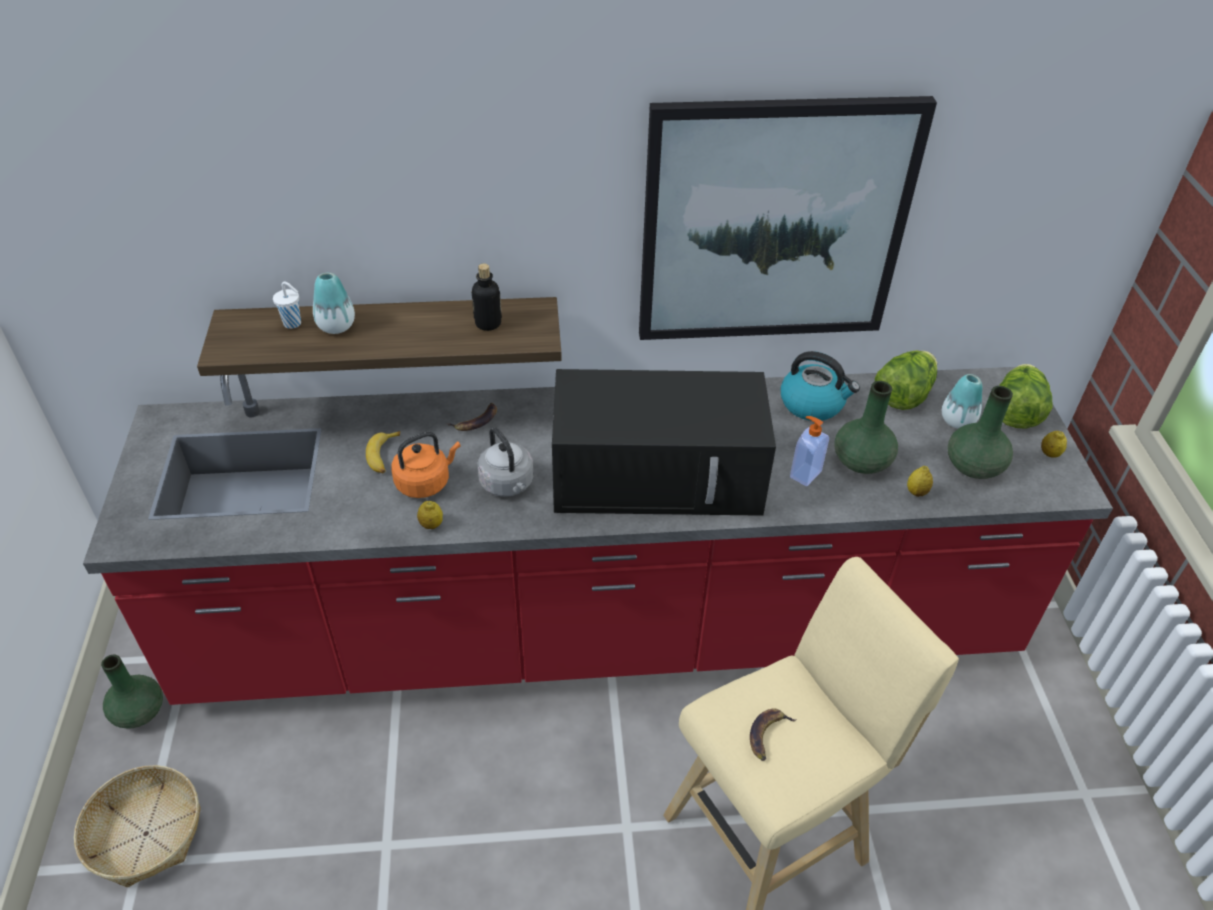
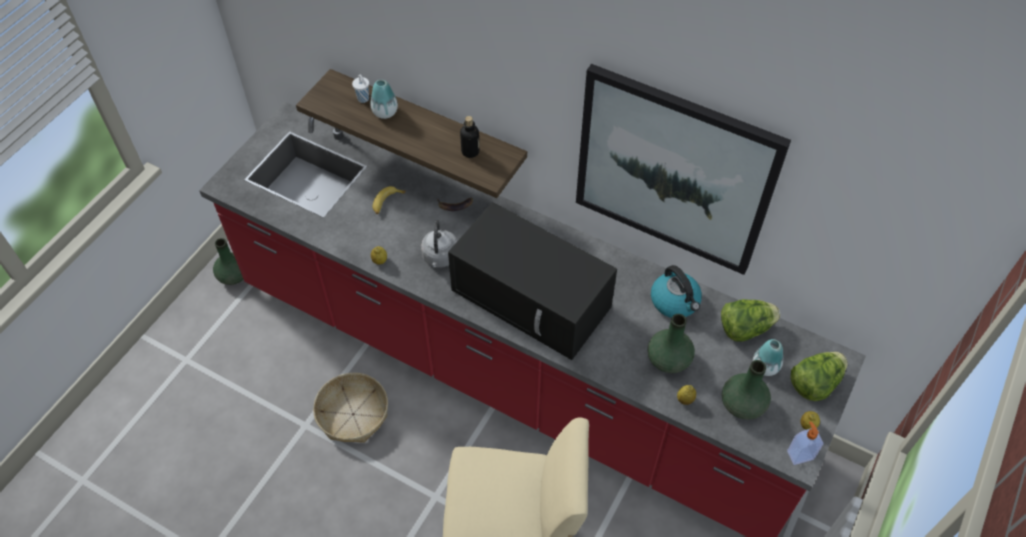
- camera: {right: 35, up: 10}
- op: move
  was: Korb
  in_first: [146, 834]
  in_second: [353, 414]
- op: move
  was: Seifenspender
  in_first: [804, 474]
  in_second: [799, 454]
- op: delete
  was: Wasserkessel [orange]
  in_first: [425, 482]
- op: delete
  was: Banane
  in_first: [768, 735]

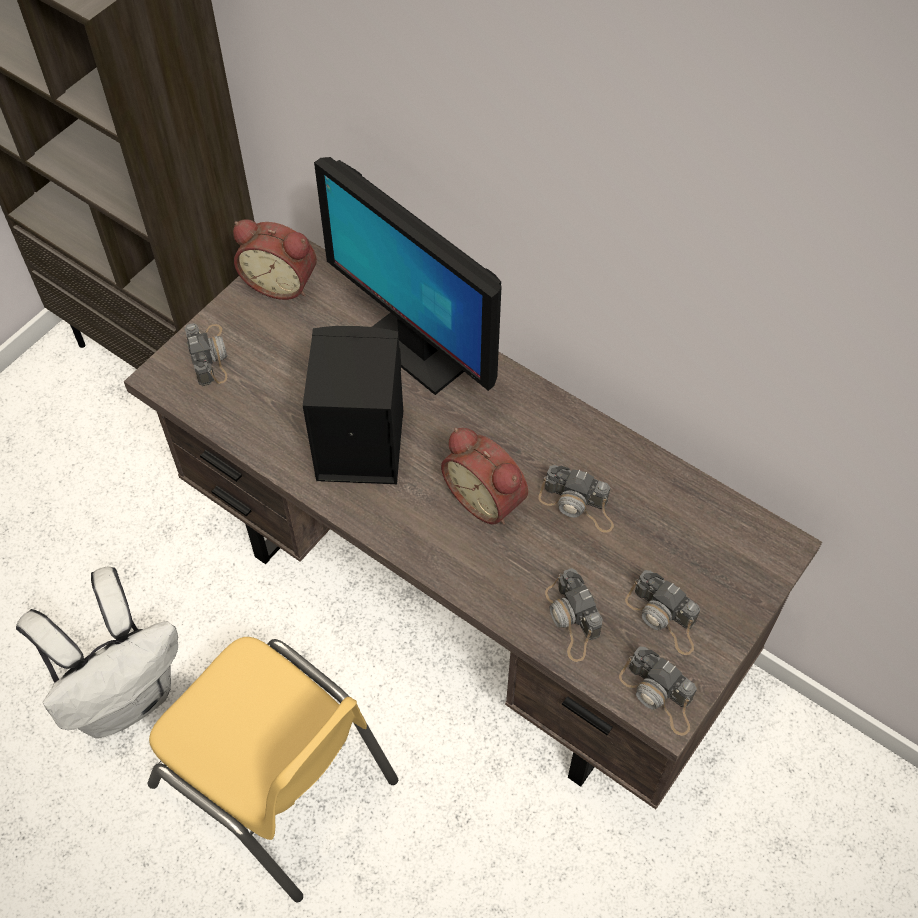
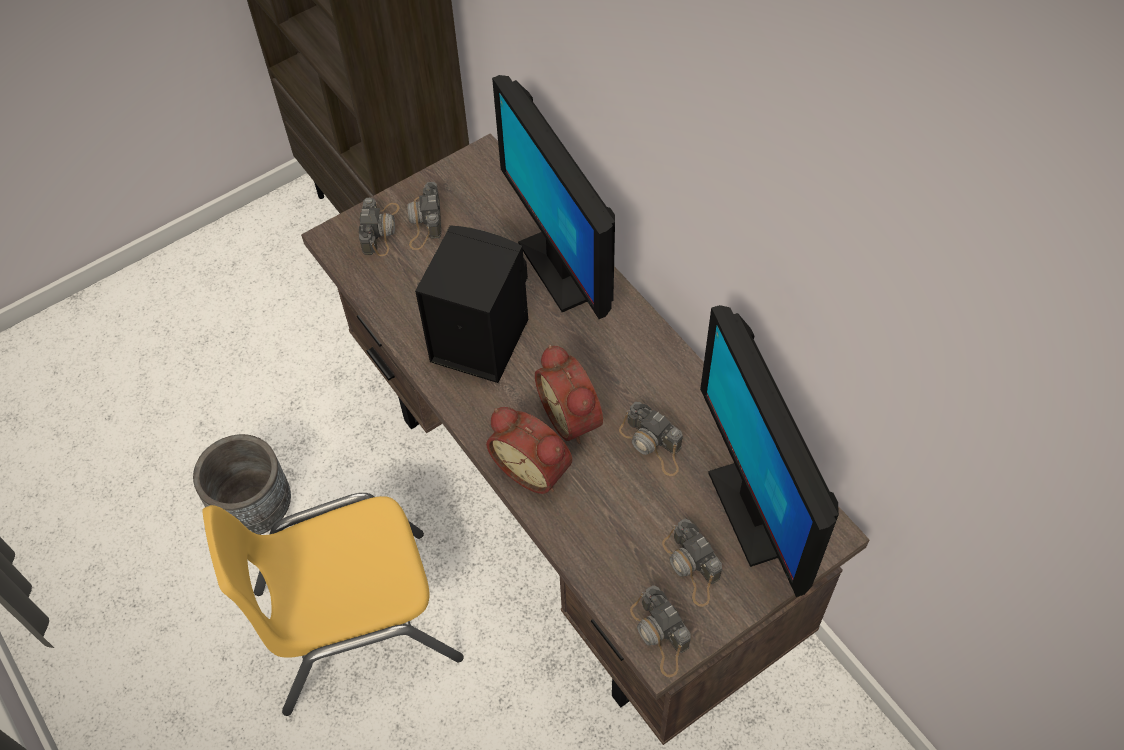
- camera: {right: 20, up: 0}
- op: replace
  was: Rucksack [weiß]
  now: Pflanzkübel [grau]
  in_first: [125, 695]
  in_second: [255, 510]
- op: rotate
  was: Stuhl [gelb]
  in_first: [276, 782]
  in_second: [355, 622]
  clockwise: 105
- op: move
  was: Kamera
  in_first: [572, 620]
  in_second: [424, 222]
- op: move
  was: Wecker
  in_first: [281, 282]
  in_second: [534, 467]
- op: insert
  now: Monitor
  in_second: [755, 509]

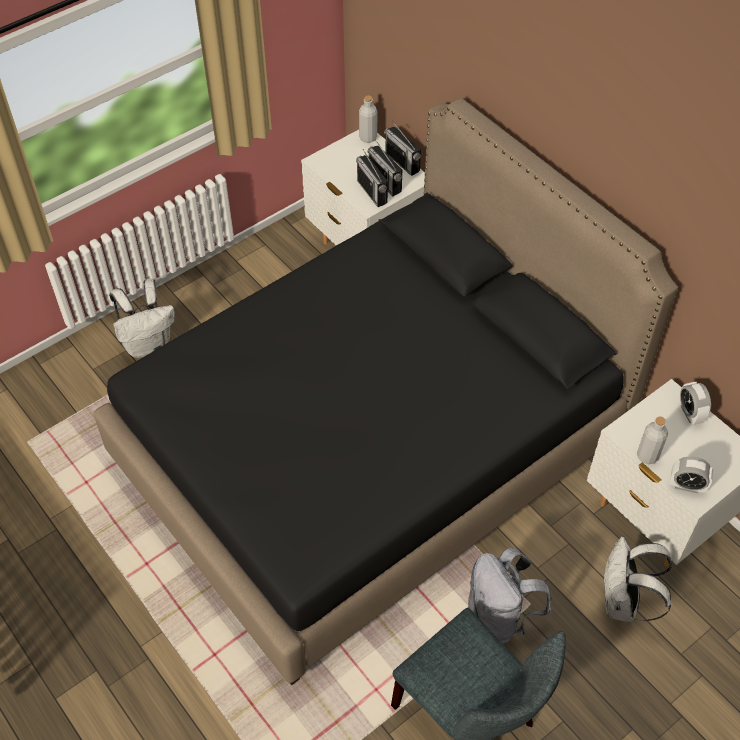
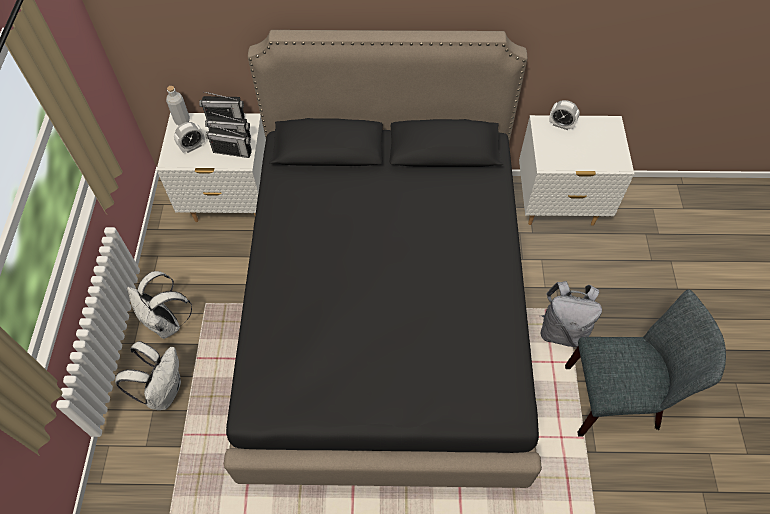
- camera: {right: -50, up: 5}
- op: move
  was: Rucksack [weiß]
  in_first: [623, 603]
  in_second: [167, 323]
- op: move
  was: Wecker
  in_first: [686, 486]
  in_second: [192, 146]
- op: delete
  was: Flasche [grau]
  in_first: [647, 455]

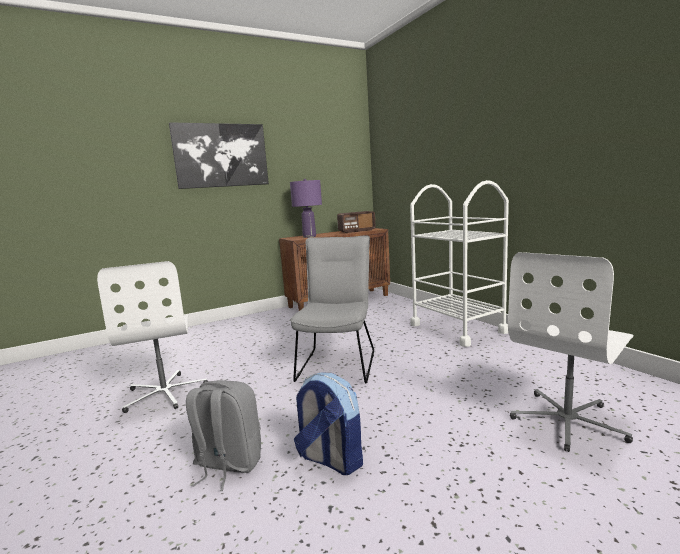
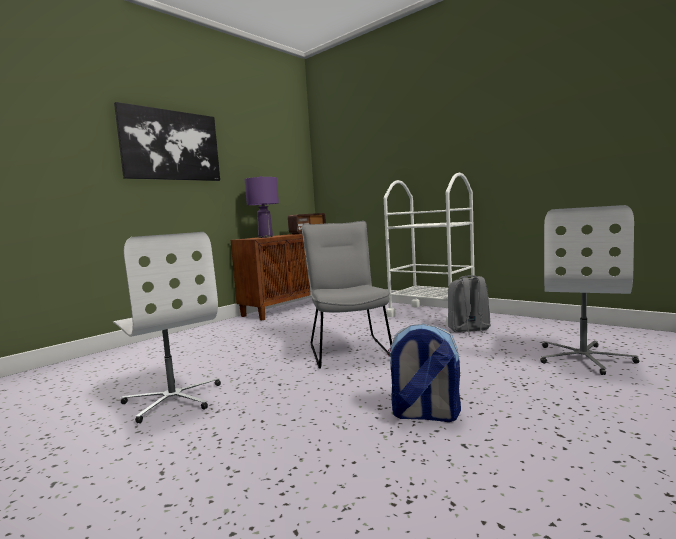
- camera: {right: -20, up: -5}
- op: move
  was: Rucksack [grau]
  in_first: [227, 465]
  in_second: [469, 330]

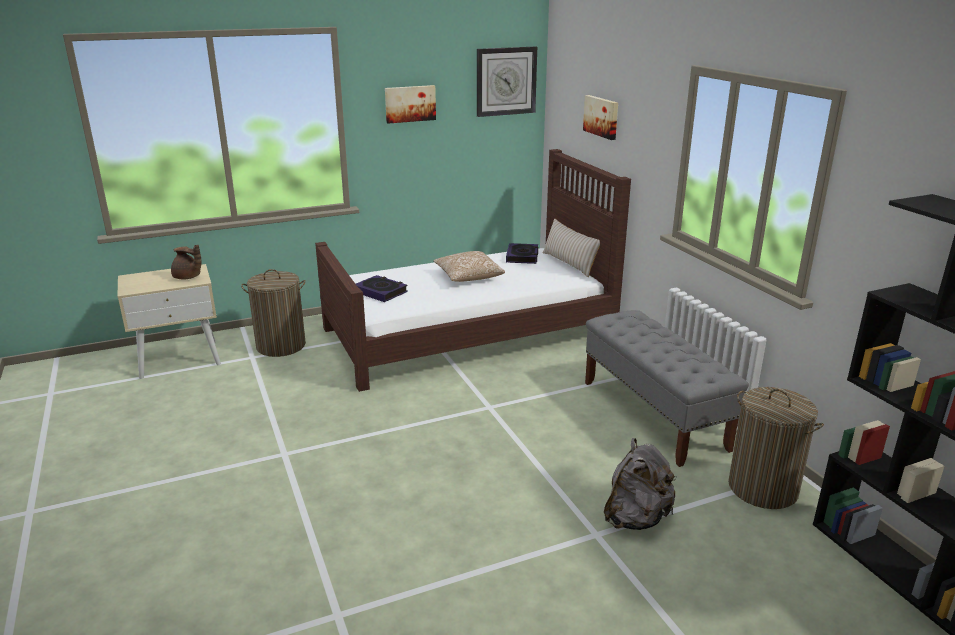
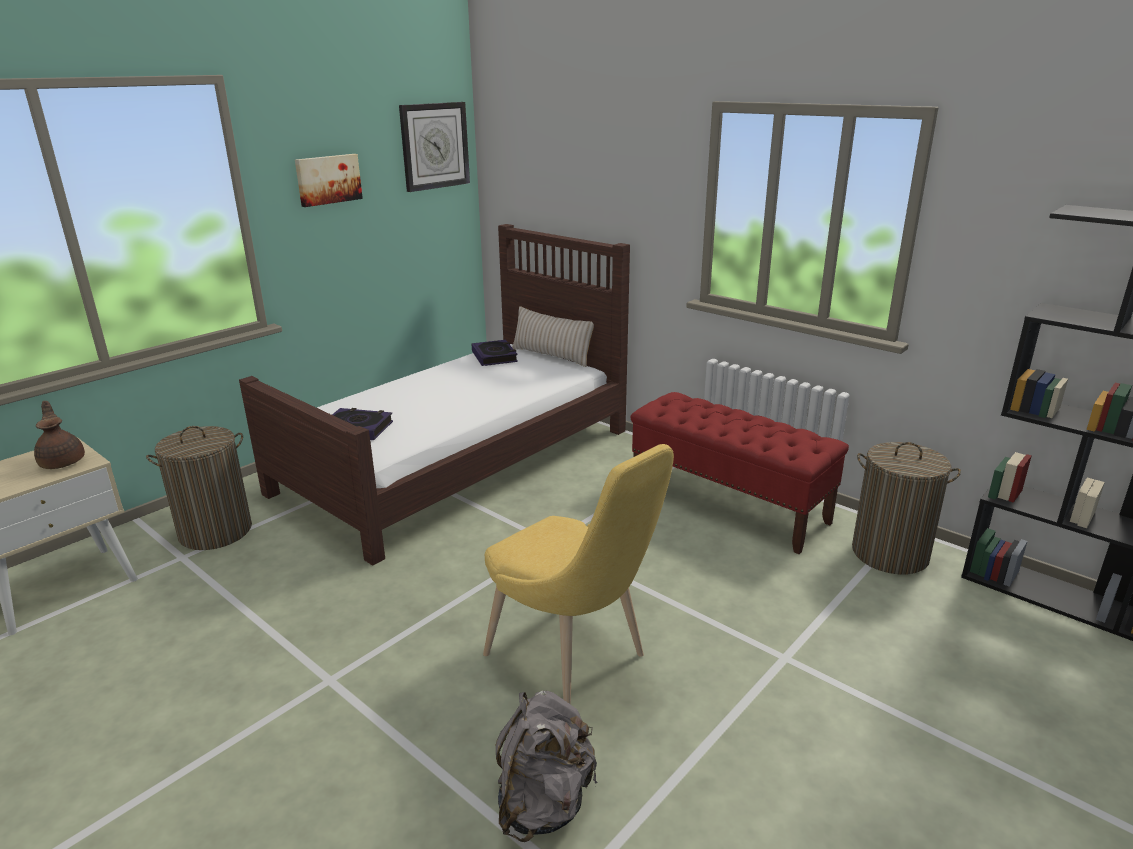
- camera: {right: -25, up: 0}
- op: rotate
  was: Teekanne [braun]
  in_first: [188, 277]
  in_second: [63, 461]
  clockwise: -120
- op: insert
  now: Stuhl [gelb]
  in_second: [573, 659]
- op: move
  was: Rucksack [grau]
  in_first: [636, 518]
  in_second: [544, 804]
- op: recolor
  was: Bank [grau]
  now: Bank [rot]
  in_first: [653, 415]
  in_second: [728, 504]
- op: delete
  was: Kissen
  in_first: [468, 277]
- op: delete
  was: Bild
  in_first: [602, 116]

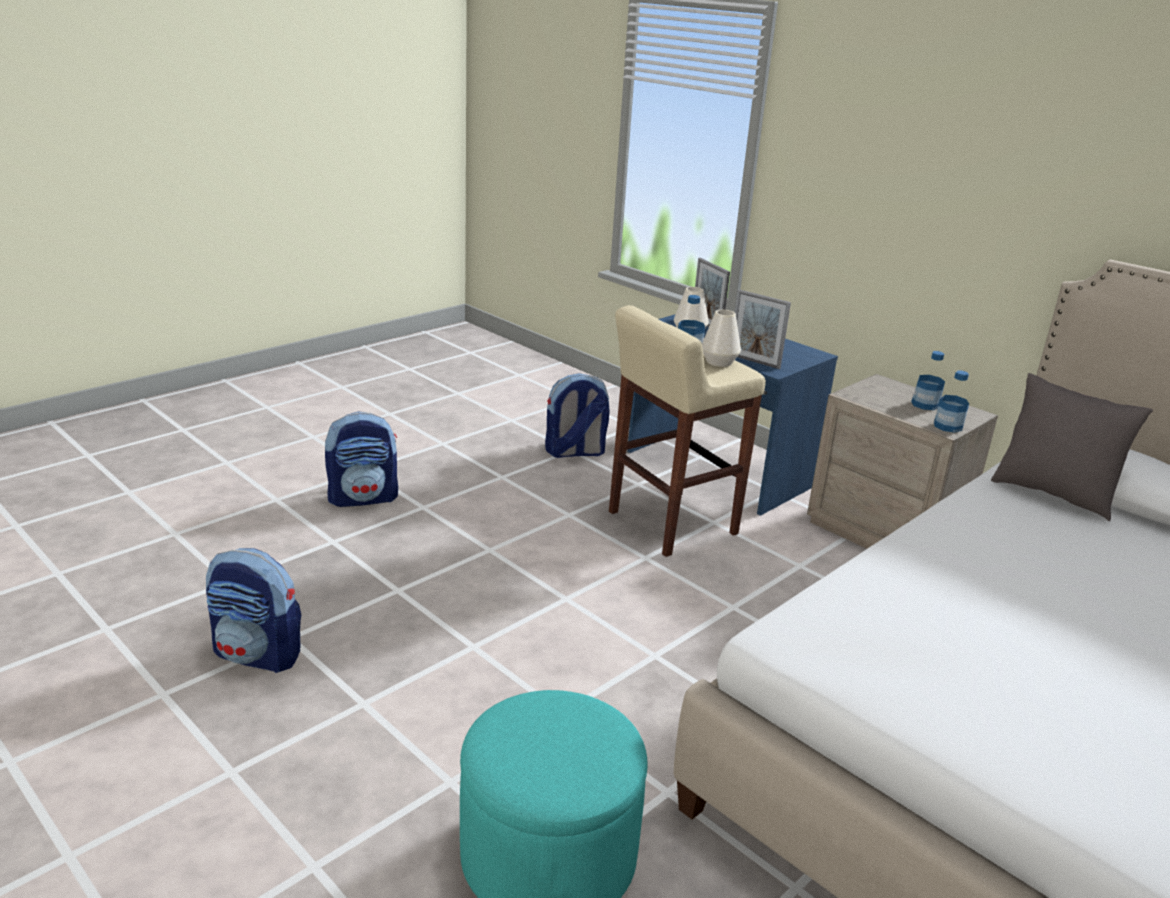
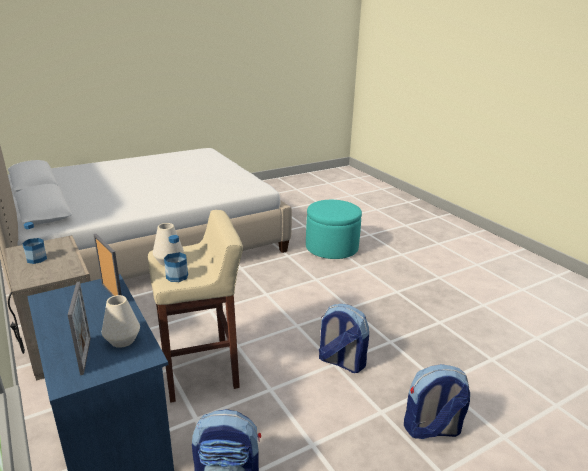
- camera: {right: -165, up: 0}
- op: move
  was: Rucksack
  in_first: [258, 654]
  in_second: [340, 362]
- op: delete
  was: Flasche
  in_first: [947, 426]
- op: delete
  was: Kissen [grau]
  in_first: [1052, 494]

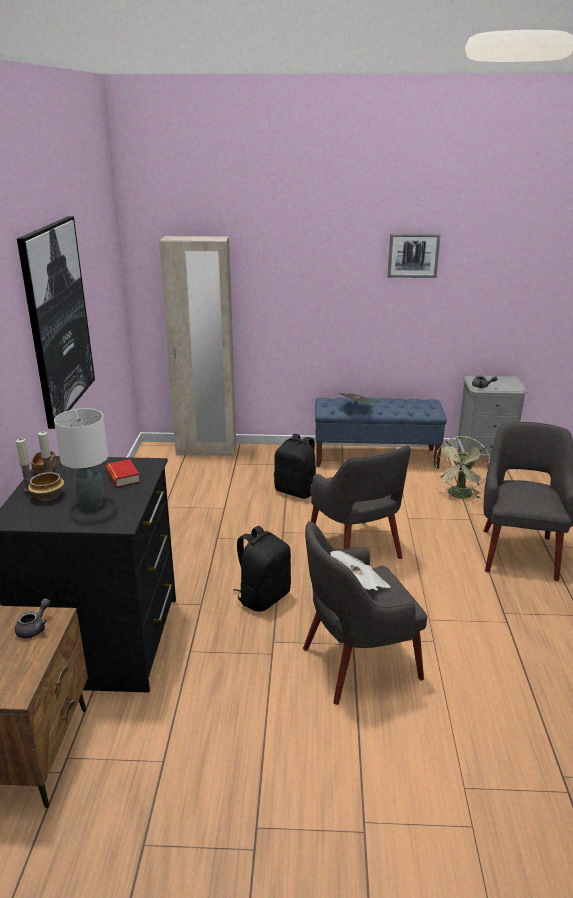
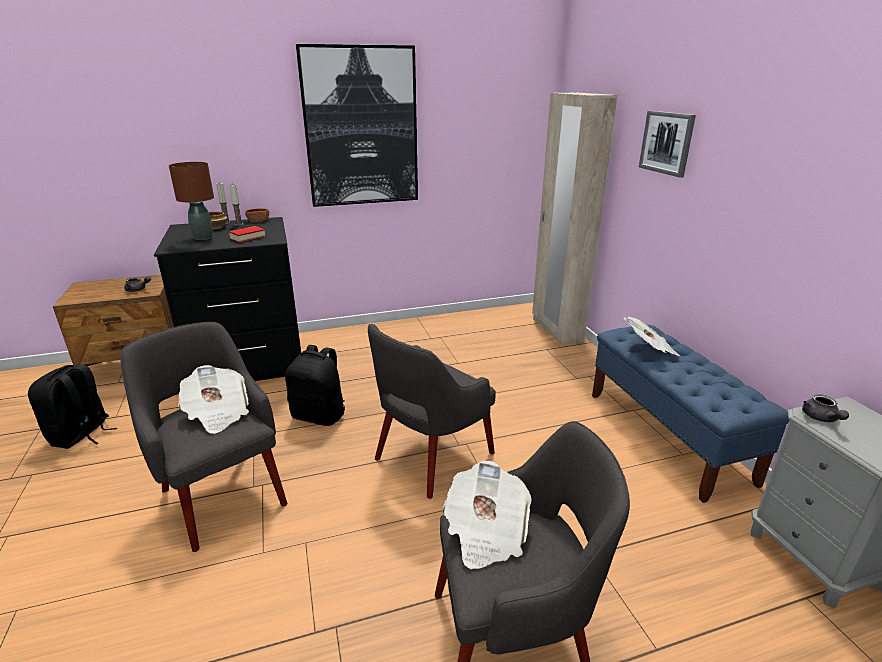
- camera: {right: 70, up: 0}
- op: move
  was: Rucksack [schwarz]
  in_first: [296, 491]
  in_second: [81, 434]
- op: recolor
  was: Tischlampe [weiß]
  now: Tischlampe [braun]
  in_first: [90, 503]
  in_second: [202, 237]
- op: insert
  now: Zeitung
  in_second: [485, 532]
- op: move
  was: Bild
  in_first: [413, 255]
  in_second: [666, 143]
- op: delete
  was: Ventilator [grün]
  in_first: [460, 495]

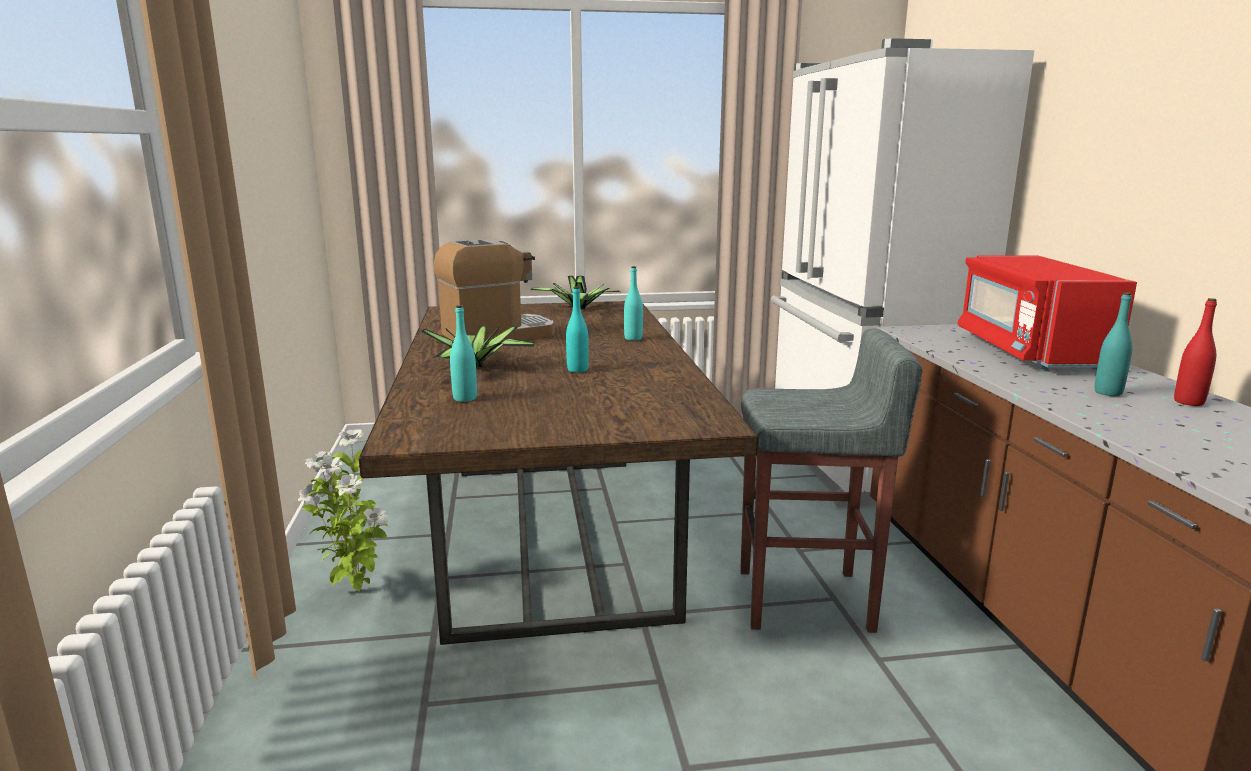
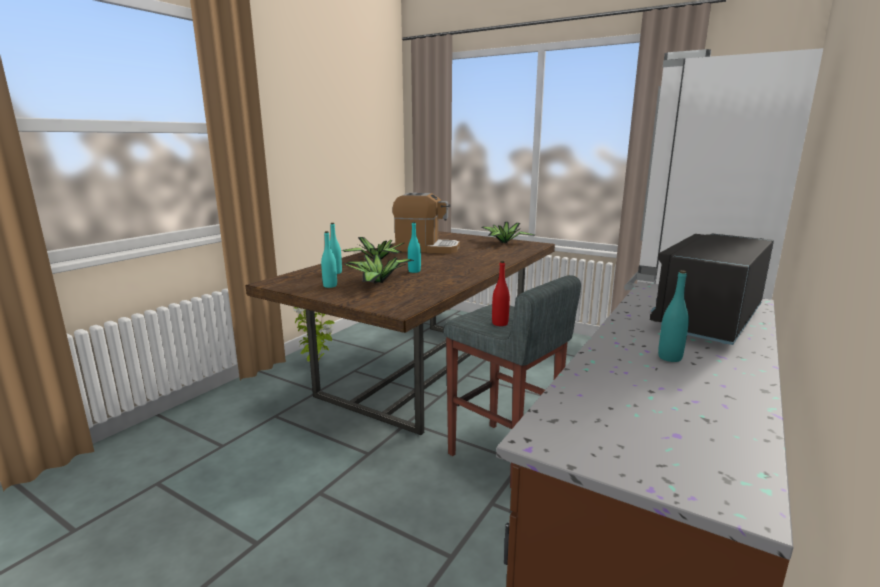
- camera: {right: 40, up: 0}
- op: move
  was: Flasche [türkis]
  in_first: [633, 338]
  in_second: [330, 286]
- op: insert
  now: Topfpflanze
  in_second: [377, 282]
- op: move
  was: Flasche [rot]
  in_first: [1188, 402]
  in_second: [500, 323]
- op: recolor
  was: Mikrowelle [rot]
  now: Mikrowelle [schwarz]
  in_first: [1029, 351]
  in_second: [708, 319]

